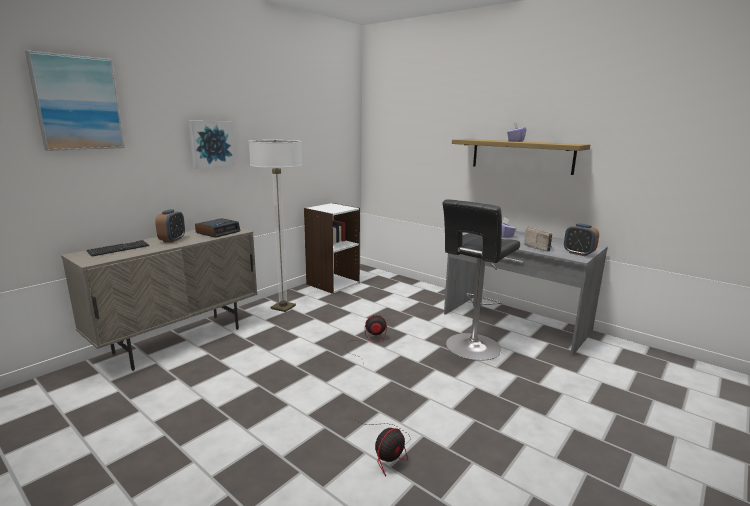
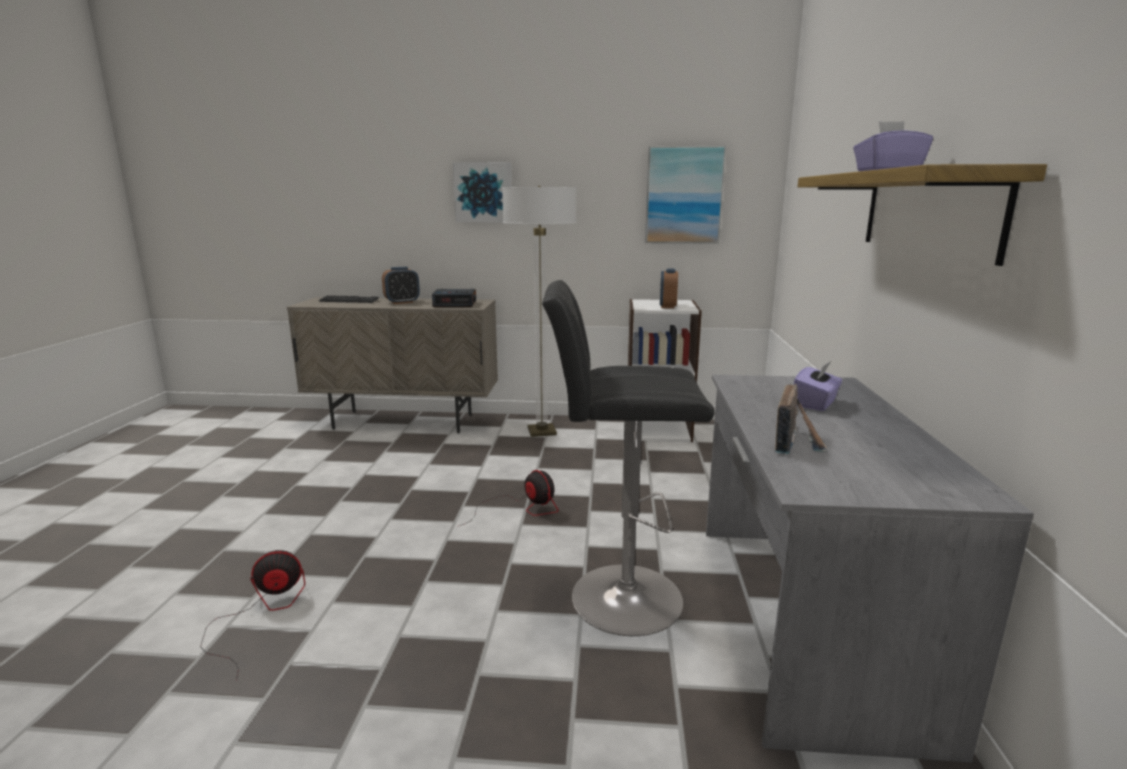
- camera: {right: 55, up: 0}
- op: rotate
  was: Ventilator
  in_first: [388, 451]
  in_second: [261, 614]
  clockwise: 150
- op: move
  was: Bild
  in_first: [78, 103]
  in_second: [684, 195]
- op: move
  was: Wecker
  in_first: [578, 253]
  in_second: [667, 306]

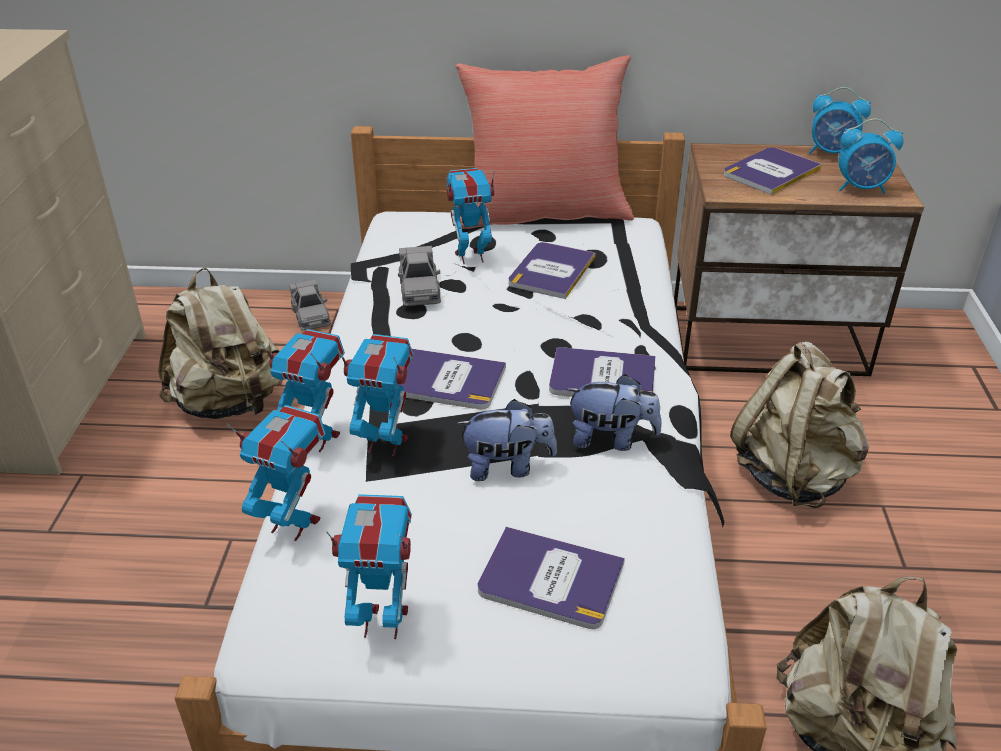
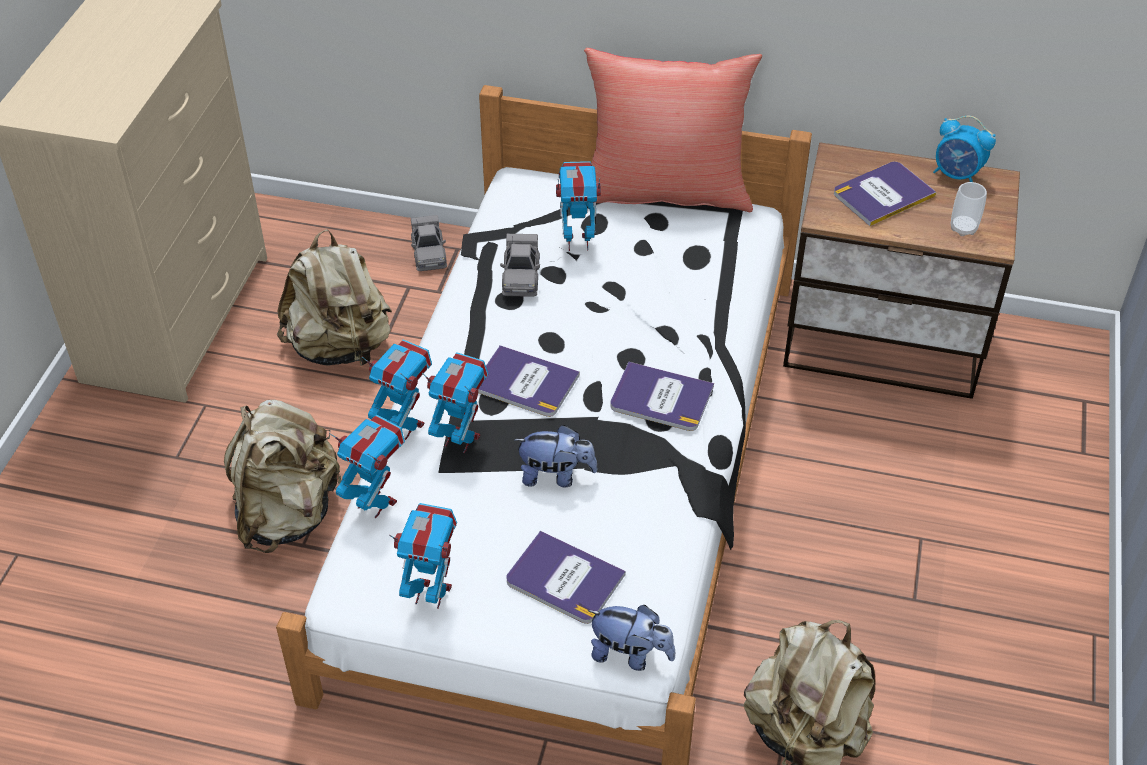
- camera: {right: 10, up: 10}
- op: move
  was: Rucksack [beige]
  in_first: [793, 474]
  in_second: [287, 513]
- op: move
  was: Plüschtier
  in_first: [611, 439]
  in_second: [630, 654]
- op: replace
  was: Wecker
  now: Tasse
  in_first: [861, 188]
  in_second: [963, 228]
- op: delete
  was: Buch
  in_first: [551, 271]

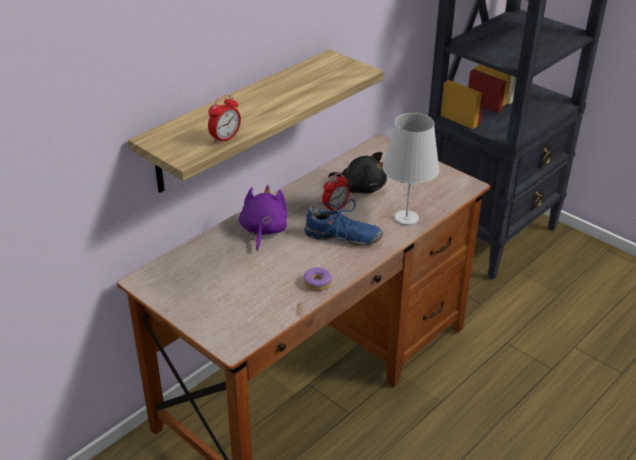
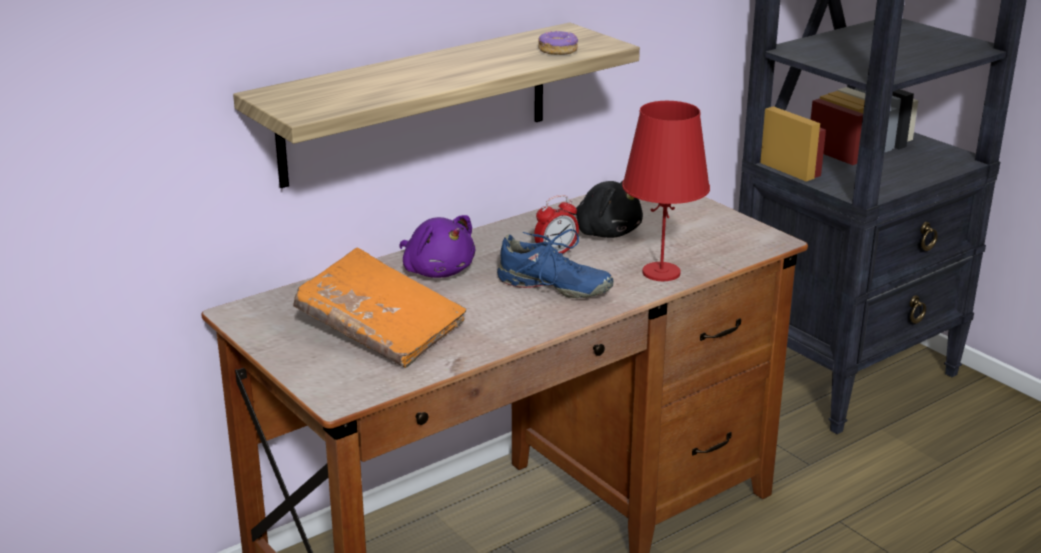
- camera: {right: 10, up: -10}
- op: insert
  now: Buch [orange]
  in_second: [381, 330]
- op: rotate
  was: Plüschtier [lila]
  in_first: [263, 231]
  in_second: [437, 271]
  clockwise: 120
- op: move
  was: Donut
  in_first: [317, 283]
  in_second: [558, 50]
- op: recolor
  was: Tischlampe [weiß]
  now: Tischlampe [rot]
  in_first: [406, 218]
  in_second: [661, 273]
- op: delete
  was: Wecker
  in_first: [225, 138]

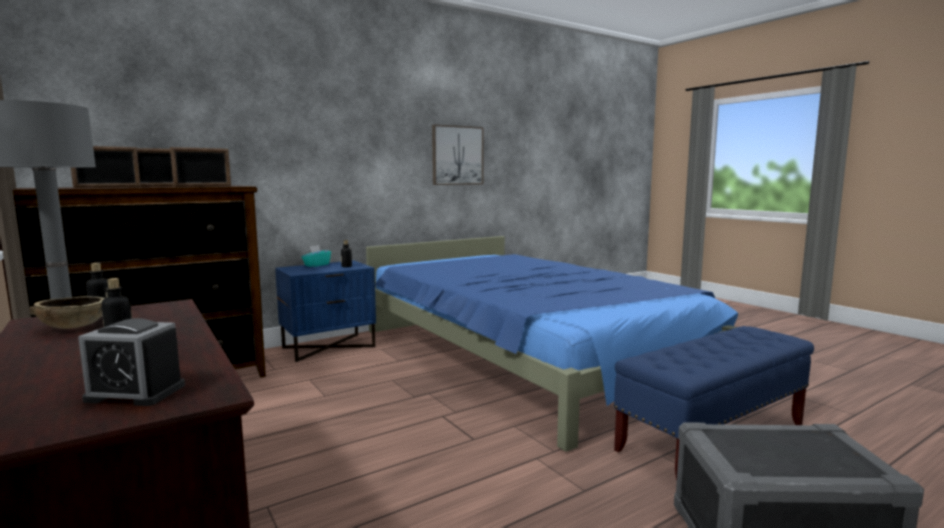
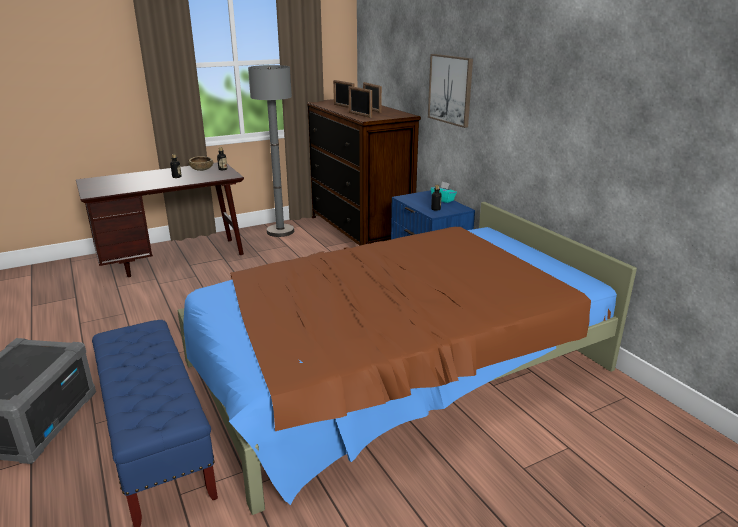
- camera: {right: 95, up: 15}
- op: recolor
  was: Bett [blau]
  now: Bett [braun]
  in_first: [524, 356]
  in_second: [395, 367]
- op: move
  was: Bild
  in_first: [457, 155]
  in_second: [450, 89]
- op: delete
  was: Wecker
  in_first: [135, 393]

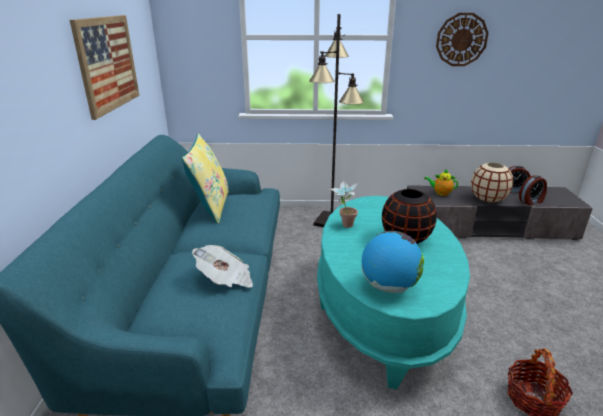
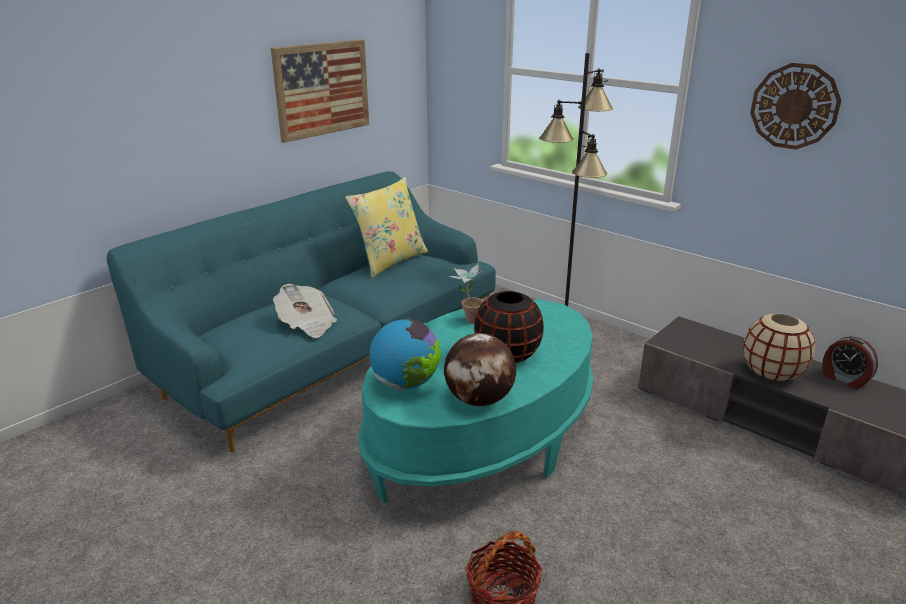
- camera: {right: 40, up: 0}
- op: insert
  now: Globus
  in_second: [479, 400]
- op: delete
  was: Teekanne
  in_first: [440, 193]
- op: delete
  was: Wecker
  in_first: [531, 201]

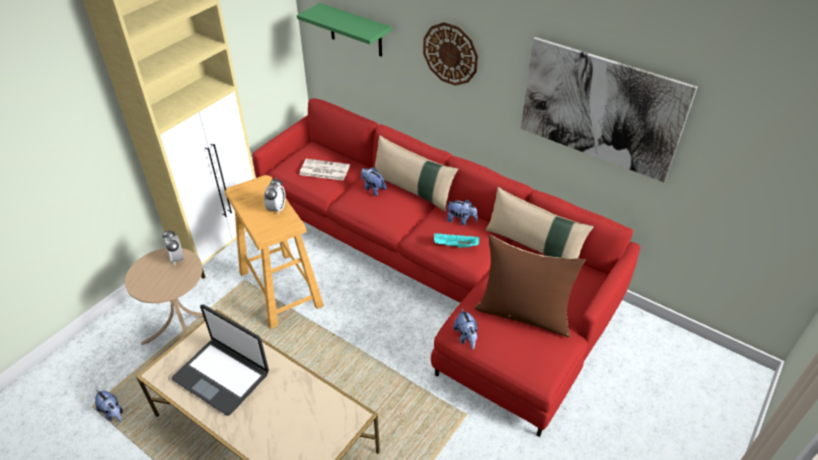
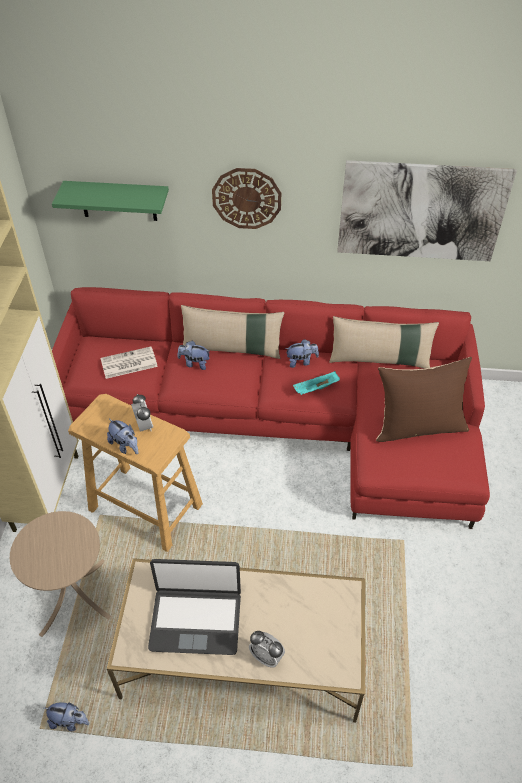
- camera: {right: -30, up: 5}
- op: move
  was: Plüschtier
  in_first: [466, 337]
  in_second: [125, 446]
- op: move
  was: Wecker
  in_first: [177, 258]
  in_second: [266, 657]

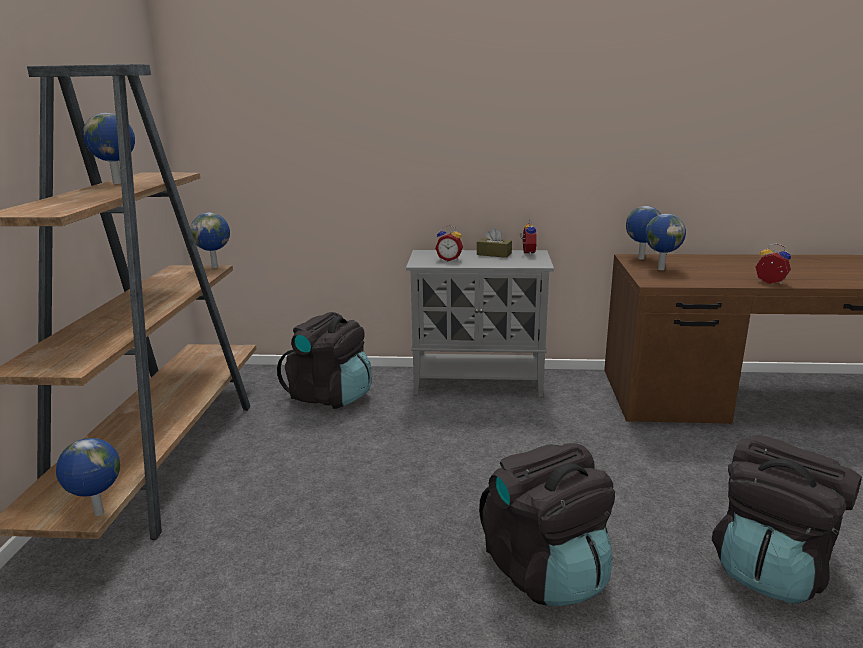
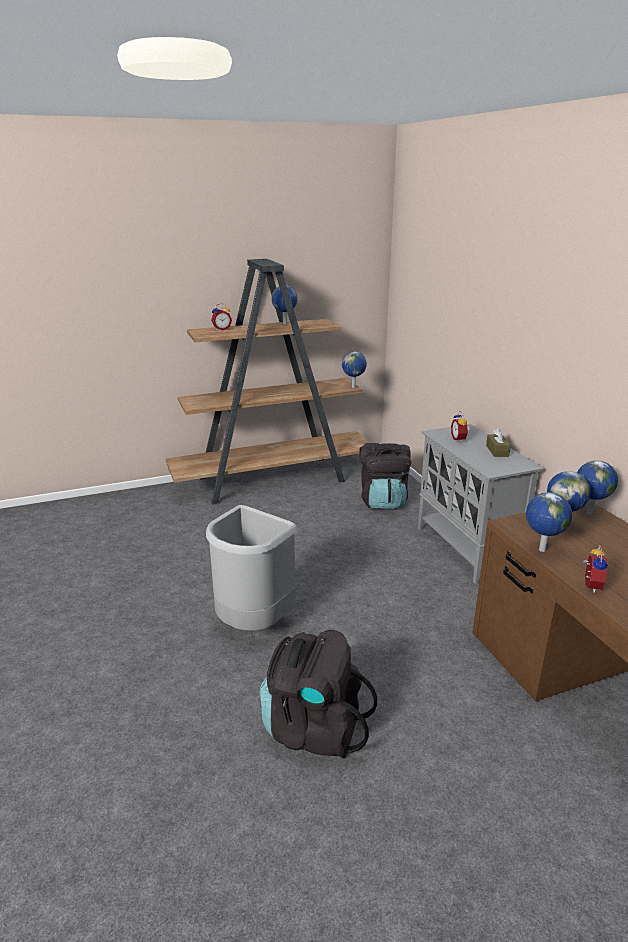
- camera: {right: 65, up: 5}
- op: replace
  was: Rucksack [schwarz]
  now: Mülleimer [grau]
  in_first: [545, 571]
  in_second: [253, 624]
- op: move
  was: Wecker
  in_first: [527, 253]
  in_second: [221, 329]
- op: move
  was: Globus
  in_first: [98, 514]
  in_second: [541, 550]

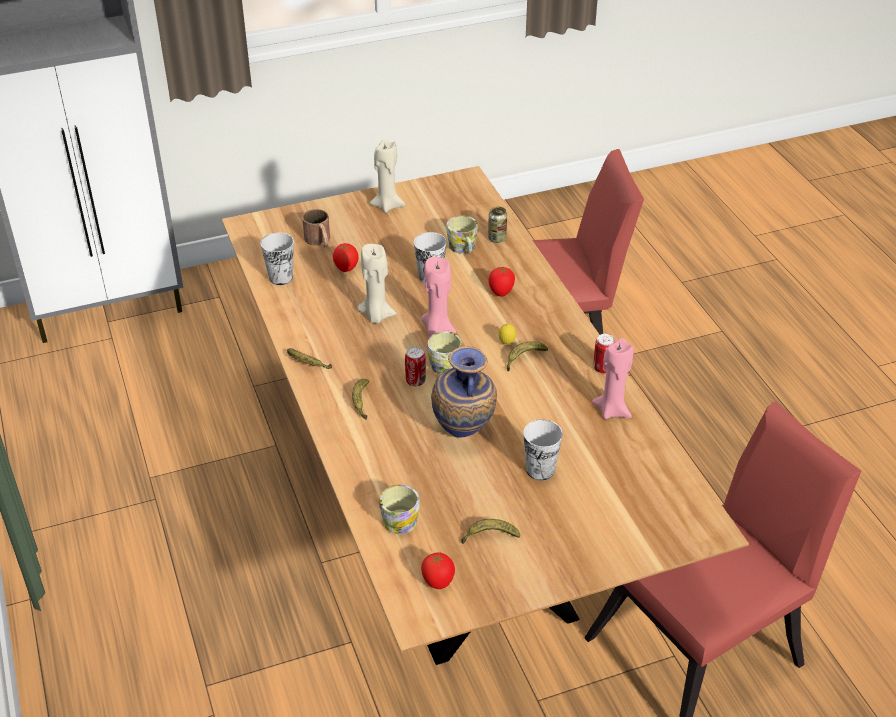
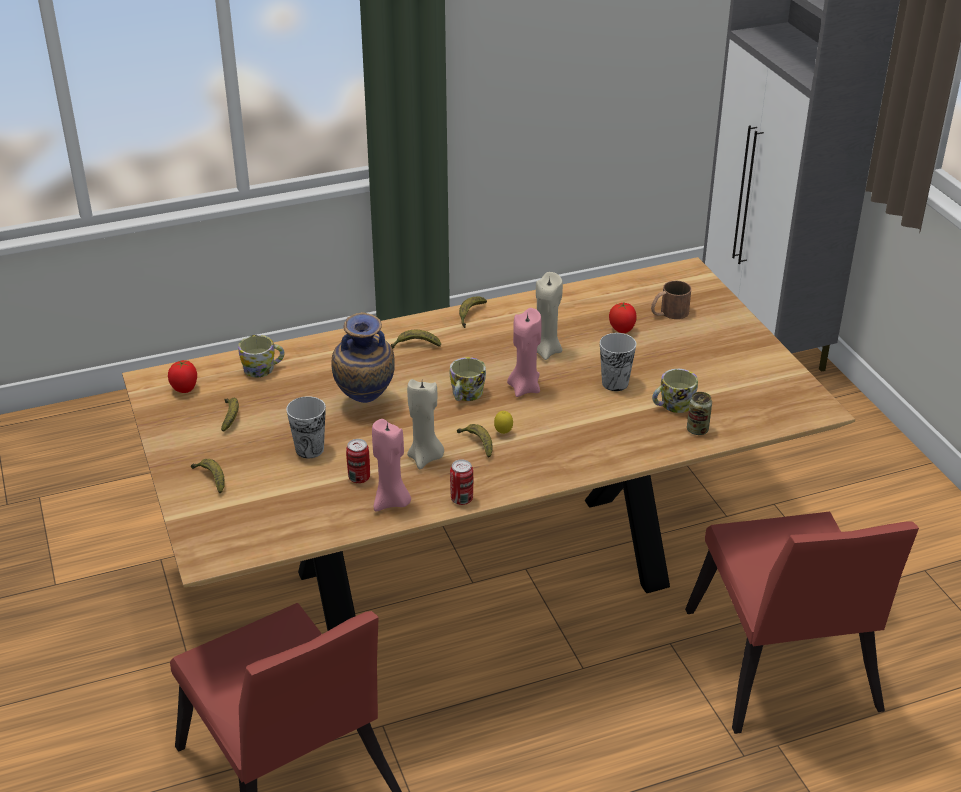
- camera: {right: 90, up: -5}
- op: insert
  now: Banane
  in_second: [211, 479]
- op: move
  was: Dose
  in_first: [415, 381]
  in_second: [359, 478]
- op: move
  was: Kerze [beige]
  in_first: [387, 205]
  in_second: [425, 458]
- op: delete
  was: Tasse
  in_first: [281, 277]
- op: delete
  was: Tomate
  in_first: [501, 293]

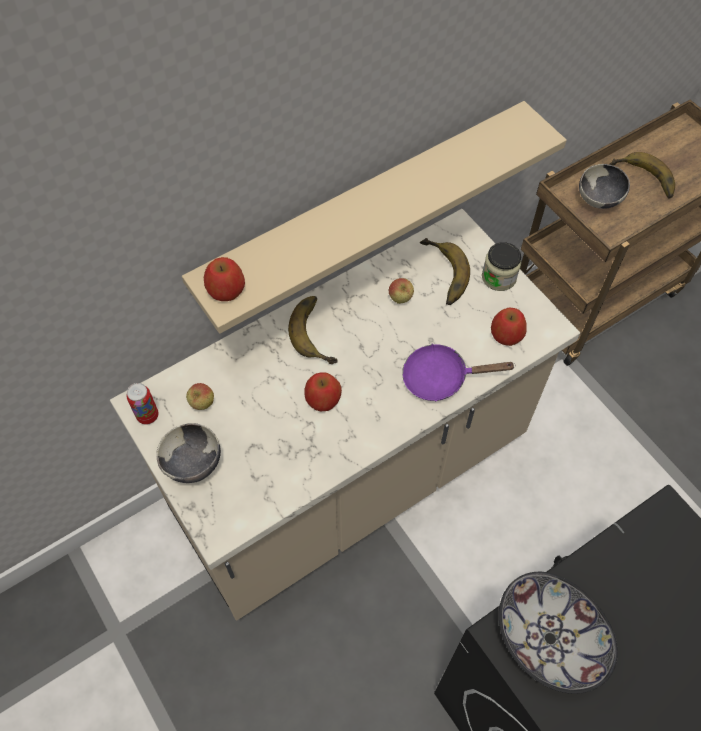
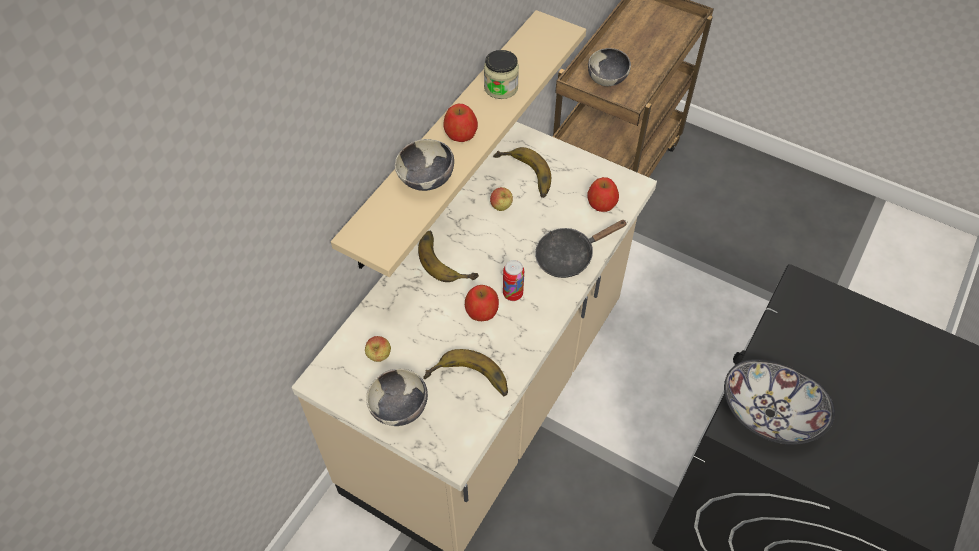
- camera: {right: -25, up: -5}
- op: insert
  now: Schüssel
  in_second: [426, 181]
- op: move
  was: Banane
  in_first: [642, 181]
  in_second: [468, 383]
- op: move
  was: Apfel
  in_first: [226, 288]
  in_second: [460, 133]
- op: move
  was: Vorratsglas
  in_first: [499, 277]
  in_second: [501, 88]
- op: move
  was: Dose
  in_first: [147, 415]
  in_second: [512, 294]
- op: recolor
  was: Pfanne [lila]
  now: Pfanne [schwarz]
  in_first: [441, 378]
  in_second: [569, 256]

